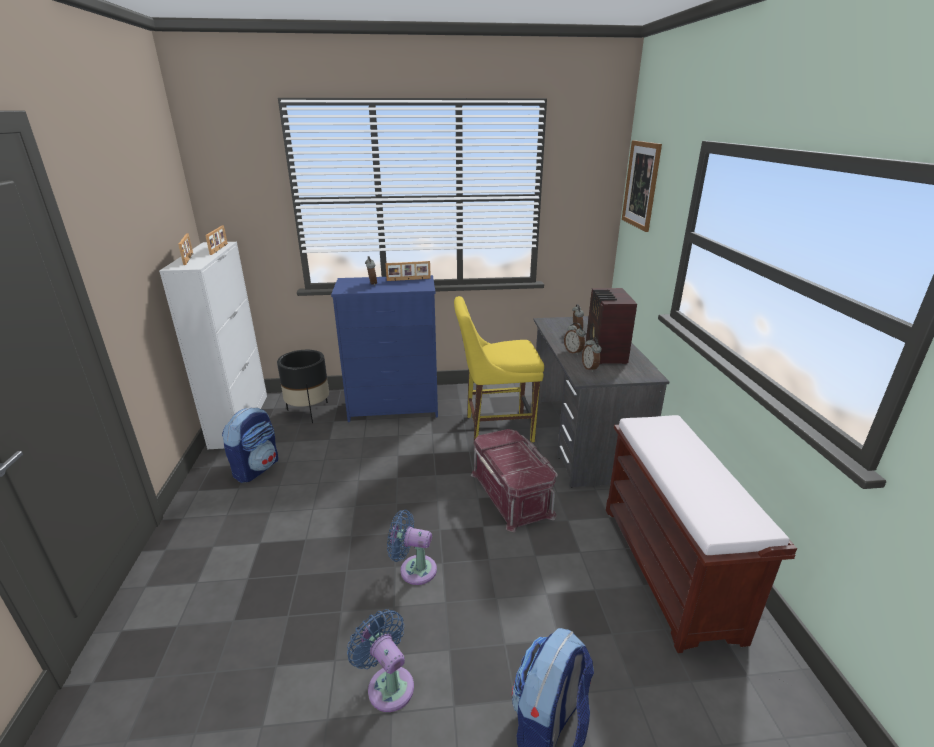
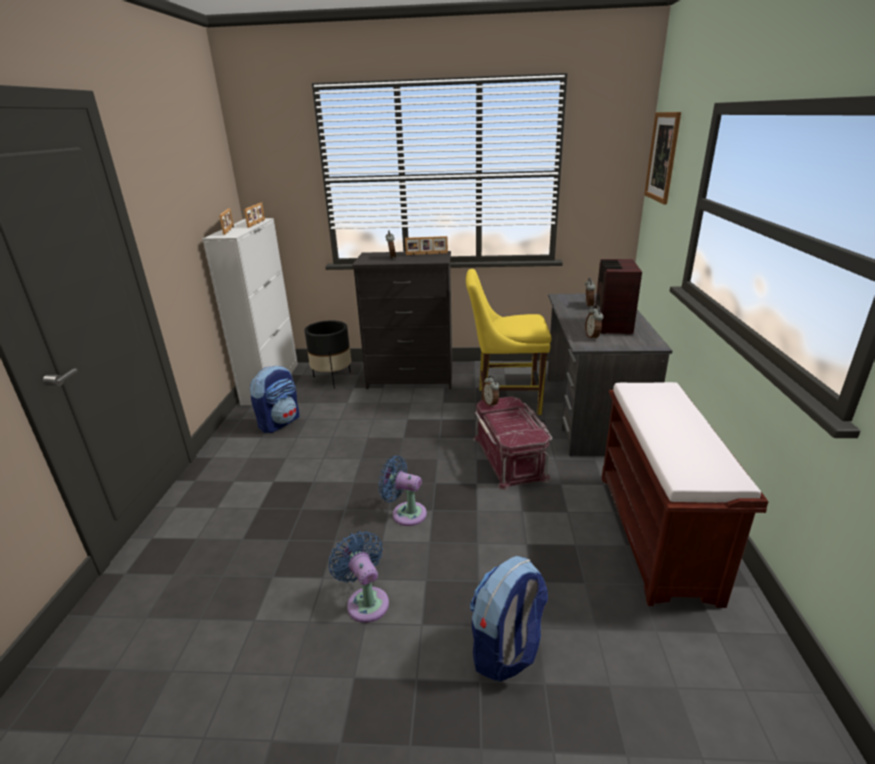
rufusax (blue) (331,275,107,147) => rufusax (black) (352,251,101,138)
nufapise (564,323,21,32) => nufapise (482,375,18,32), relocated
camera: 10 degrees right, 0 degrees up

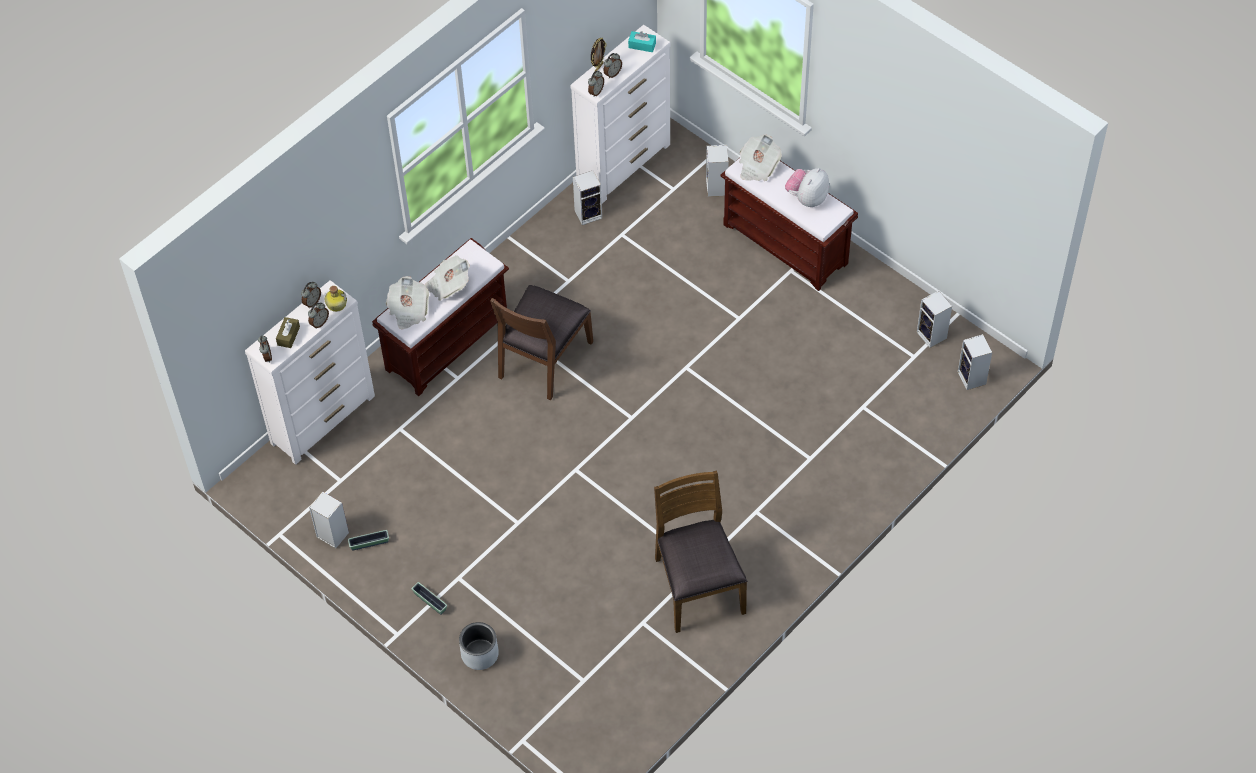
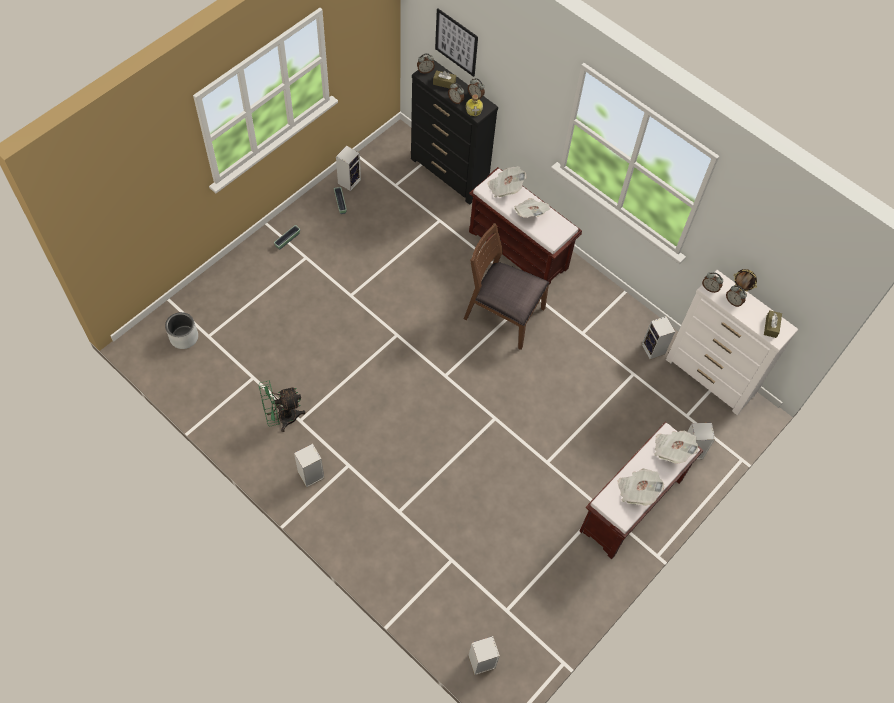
rufusax (white) (245,280,130,185) => rufusax (black) (411,60,87,145)
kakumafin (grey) (459,622,40,48) => kakumafin (grey) (165,312,33,37), relocated
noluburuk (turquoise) (628,31,28,21) => noluburuk (brown) (764,310,18,28)
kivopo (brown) (654,470,93,163) => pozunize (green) (259,380,47,52)
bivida (785,168,44,39) => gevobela (618,468,46,38)
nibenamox (917,291,35,57) => nibenamox (294,443,30,45), relocated
nothing => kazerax (435,8,43,69)
camera: 85 degrees right, 5 degrees up

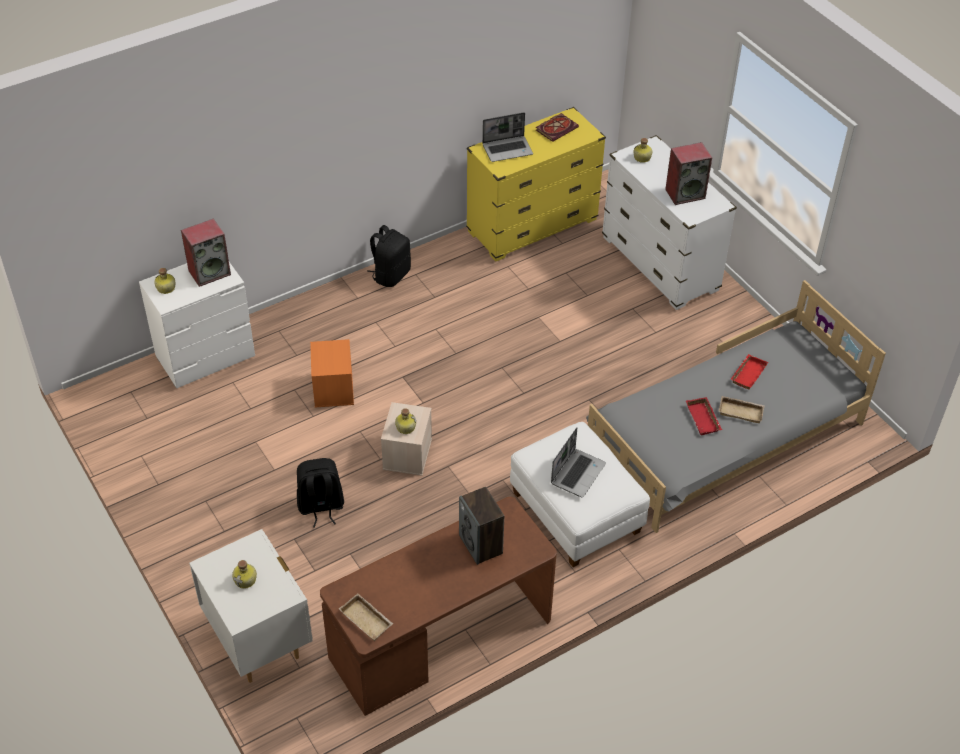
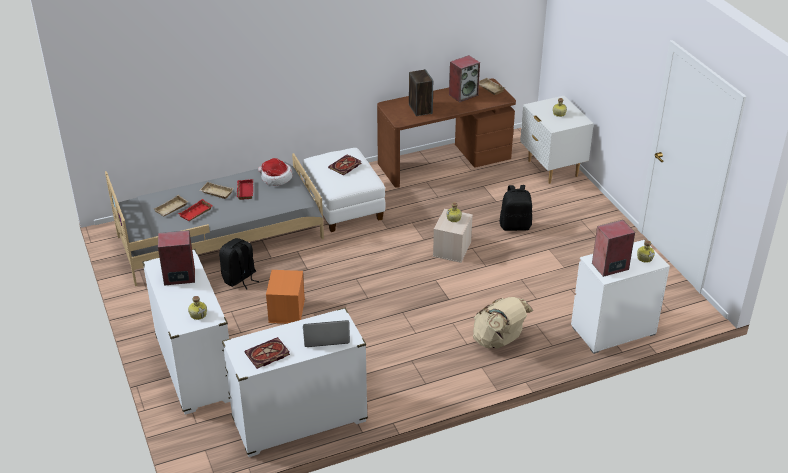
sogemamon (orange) (310,339,44,69) => sogemamon (orange) (266,270,39,54), relocated
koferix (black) (367,225,44,62) => koferix (black) (219,238,40,52), relocated
rufusax (yellow) (466,107,140,155) => rufusax (white) (222,308,146,149)
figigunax (551,428,55,69) => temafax (328,154,34,21)
nothing => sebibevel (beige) (154,195,34,21)
nothing => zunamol (258,158,35,28)
nothing => nibenamox (449,55,31,47)
nothing => koferix (beige) (473,297,60,52)
camera: 170 degrees left, 10 degrees down

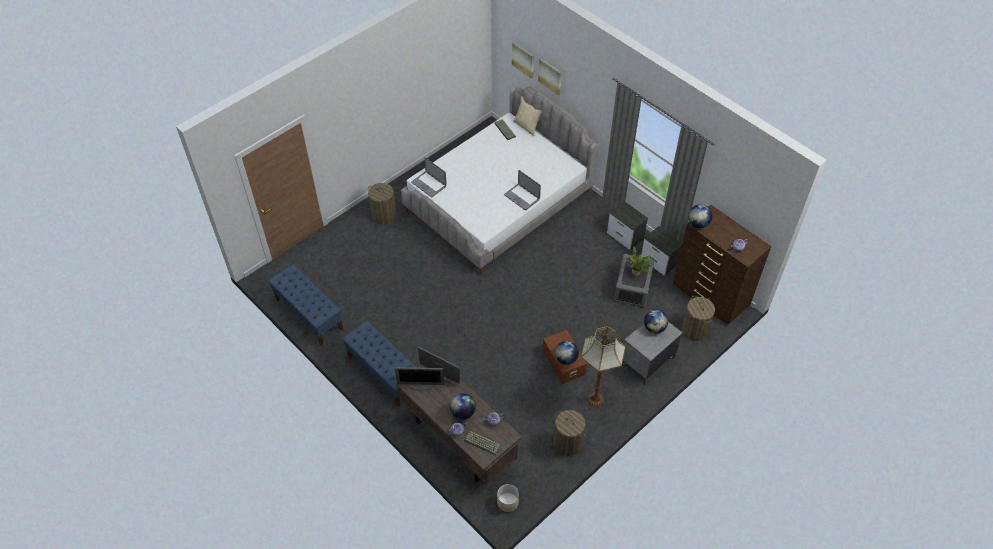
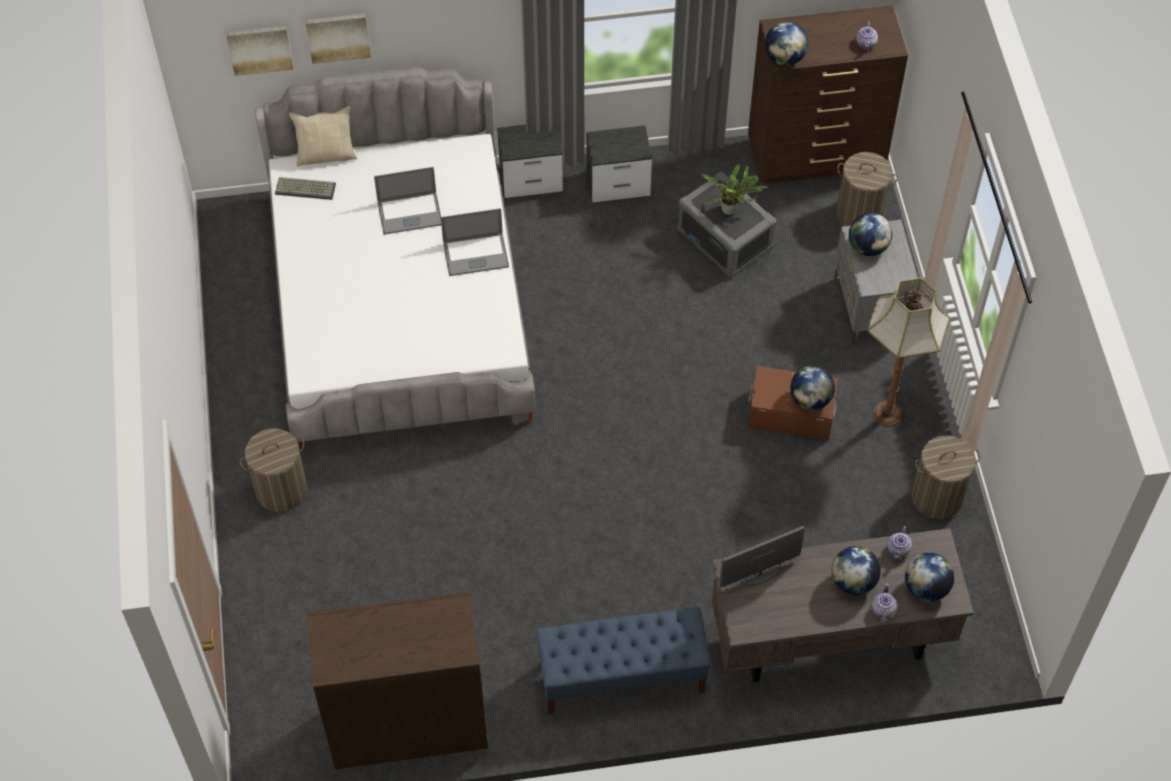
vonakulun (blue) (269,265,75,81) => rufusax (brown) (307,591,181,179)
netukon (395,367,49,23) => nothing
figigunax (411,157,36,41) => figigunax (374,167,67,68), relocated
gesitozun (464,430,37,25) => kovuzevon (905,553,49,49)
kakumafin (beige) (497,484,22,28) => nothing
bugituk (641,226,41,50) => bugituk (497,125,66,73), relocated
camera: 55 degrees left, 5 degrees up

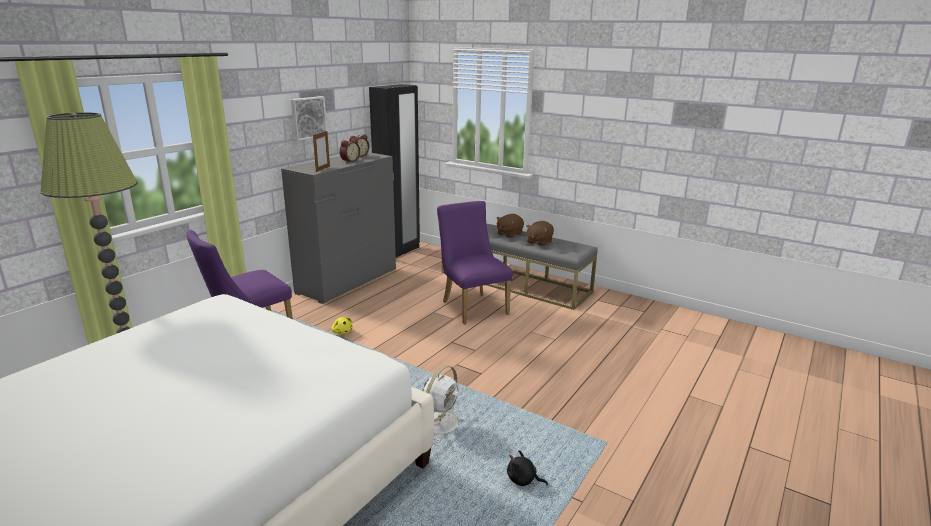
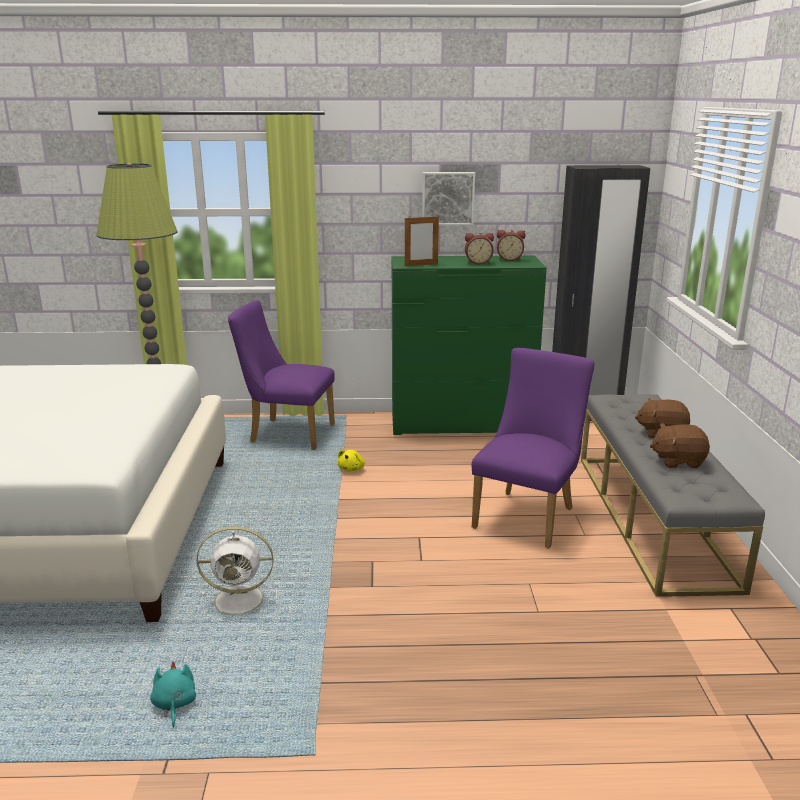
rufusax (grey) (281,152,115,152) => rufusax (green) (392,256,155,179)
bivida (black) (507,450,41,37) => bivida (turquoise) (150,661,46,66)
camera: 55 degrees right, 0 degrees up

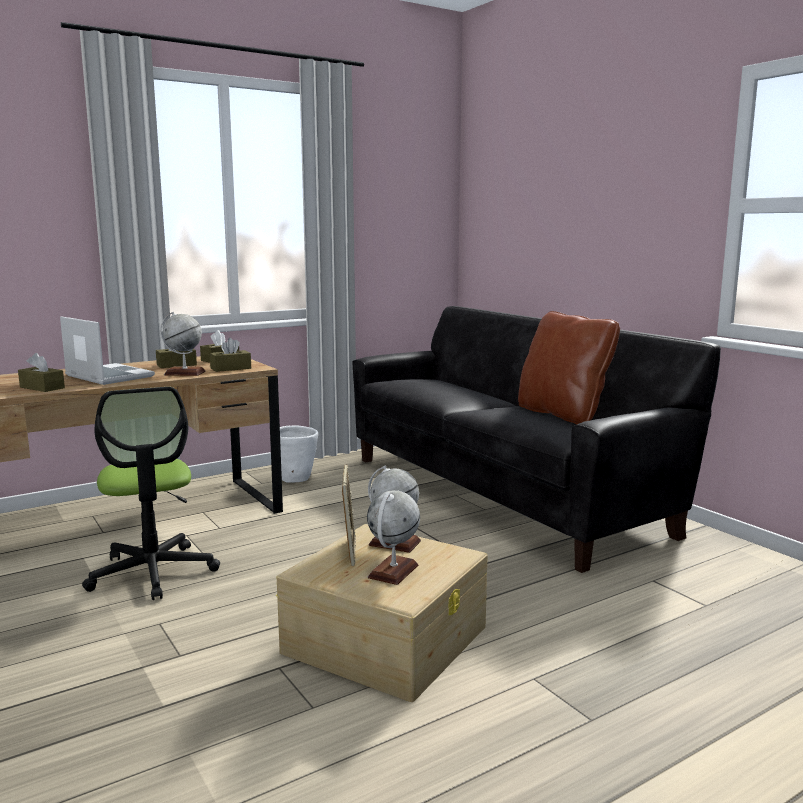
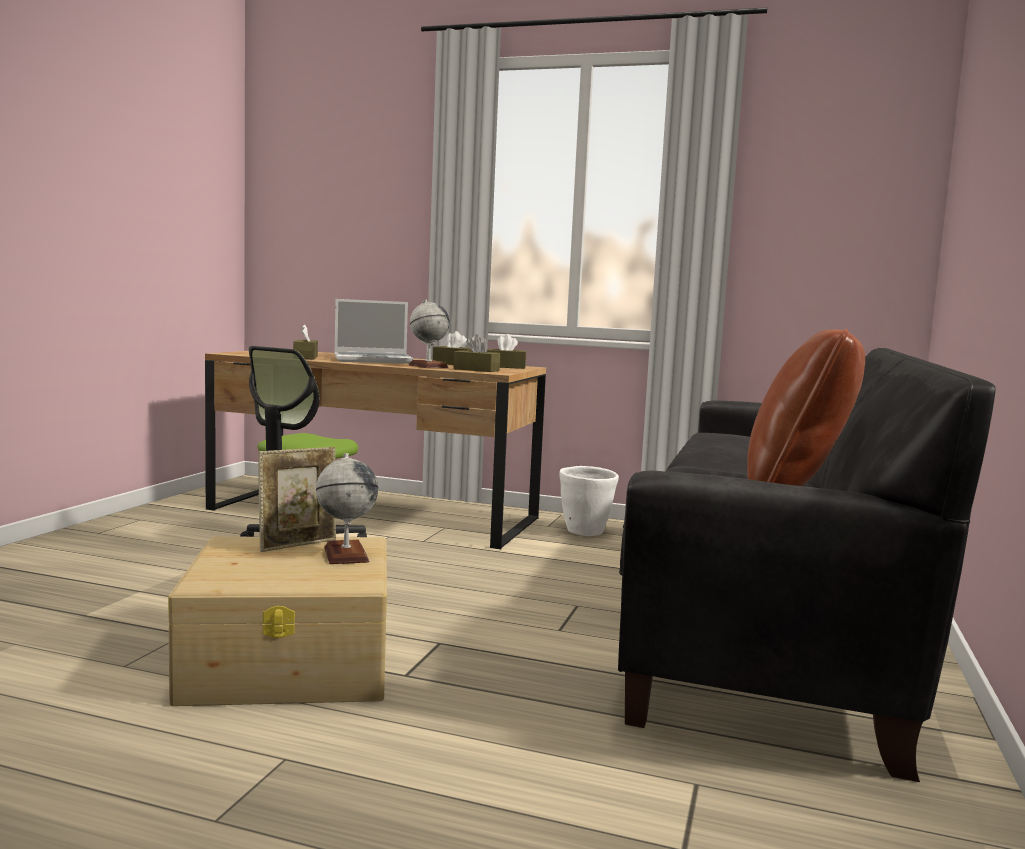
figigunax (60,316,95,69) => figigunax (334,299,80,65), 75 degrees clockwise
kovuzevon (367,490,53,95) => nothing
camera: 50 degrees right, 5 degrees down

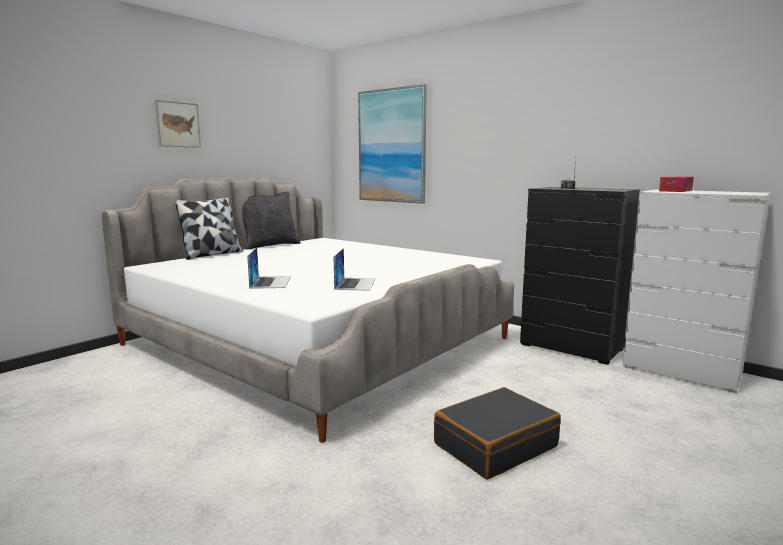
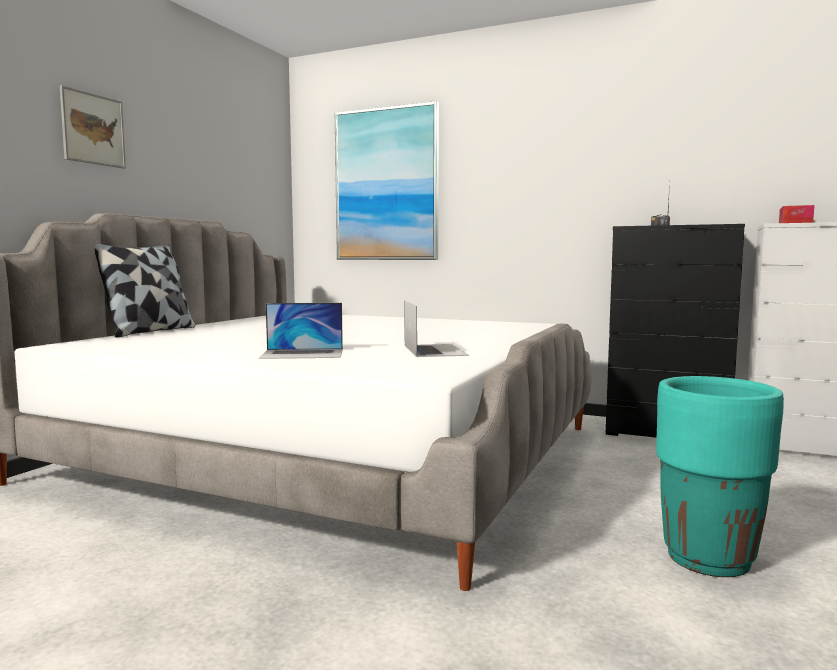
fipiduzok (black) (242,192,59,58) => nothing
figigunax (247,248,44,41) => figigunax (259,303,84,56), 105 degrees clockwise
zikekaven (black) (434,387,127,92) => kakumafin (turquoise) (656,376,128,201)
camera: 15 degrees left, 5 degrees down

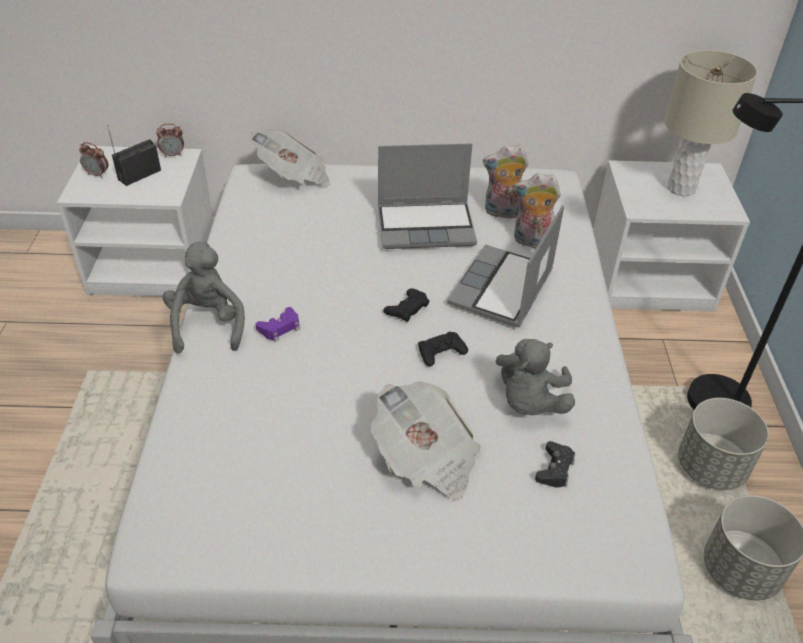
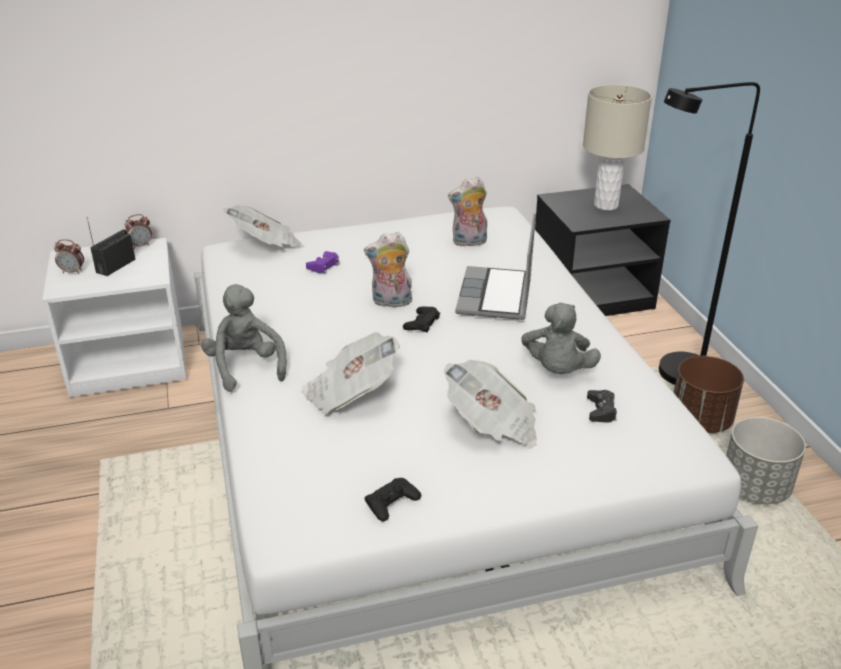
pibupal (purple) (256,307,44,35) => pibupal (purple) (306,251,33,23), relocated
figigunax (378,144,99,105) => nothing
pibupal (black) (418,332,50,34) => pibupal (black) (364,478,57,43), relocated
bivida (513,173,48,75) => bivida (364,232,48,75), relocated
bugituk (white) (593,160,157,152) => bugituk (black) (535,184,136,132)
kakumafin (grey) (678,398,91,92) => kakumafin (brown) (674,356,70,77)
nothing => gevobela (301,332,99,83)
camera: 15 degrees left, 10 degrees down

